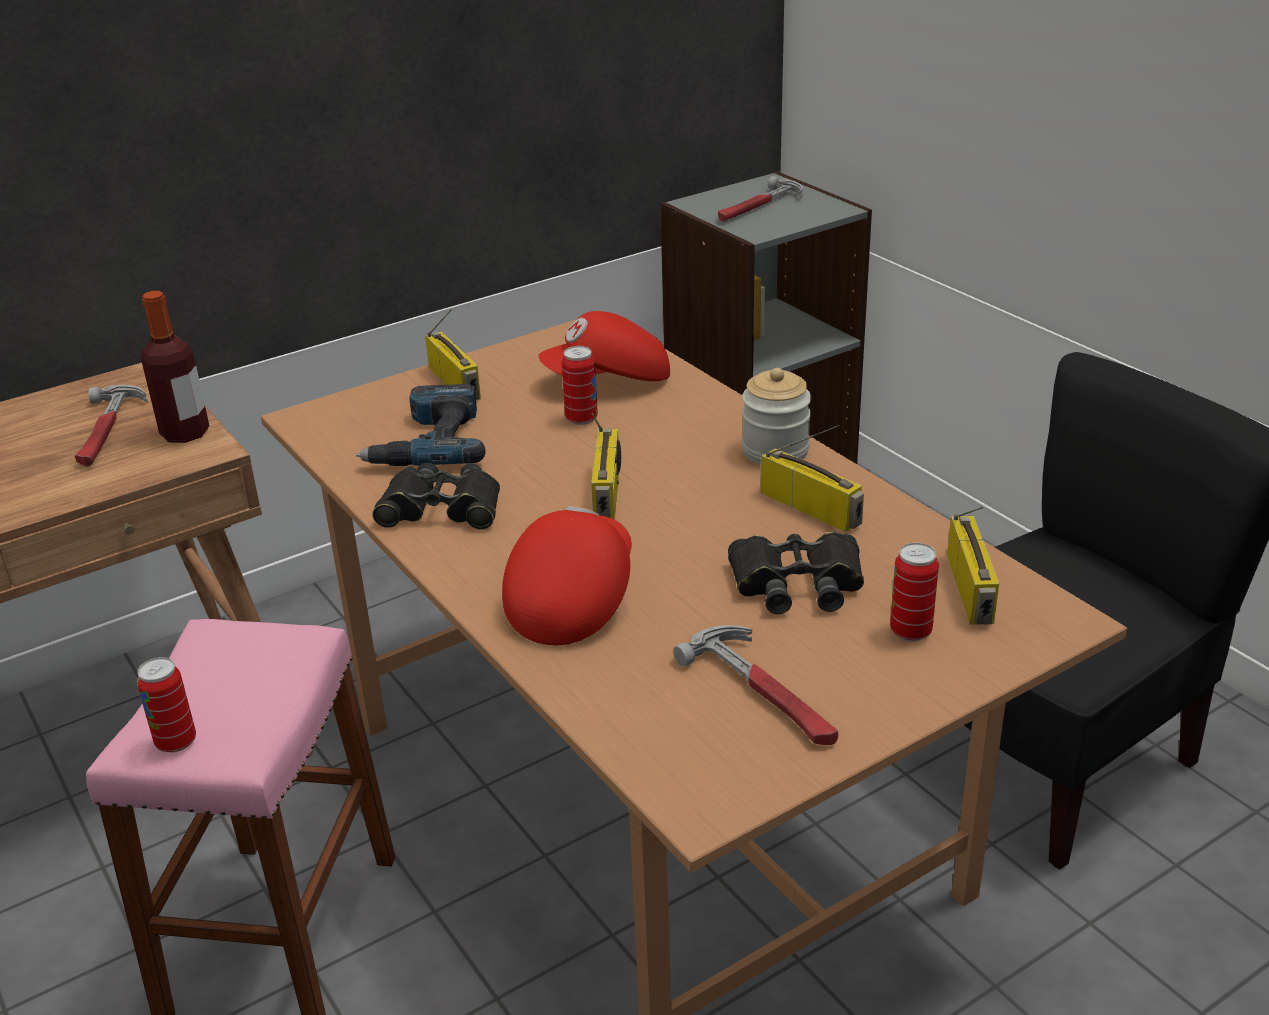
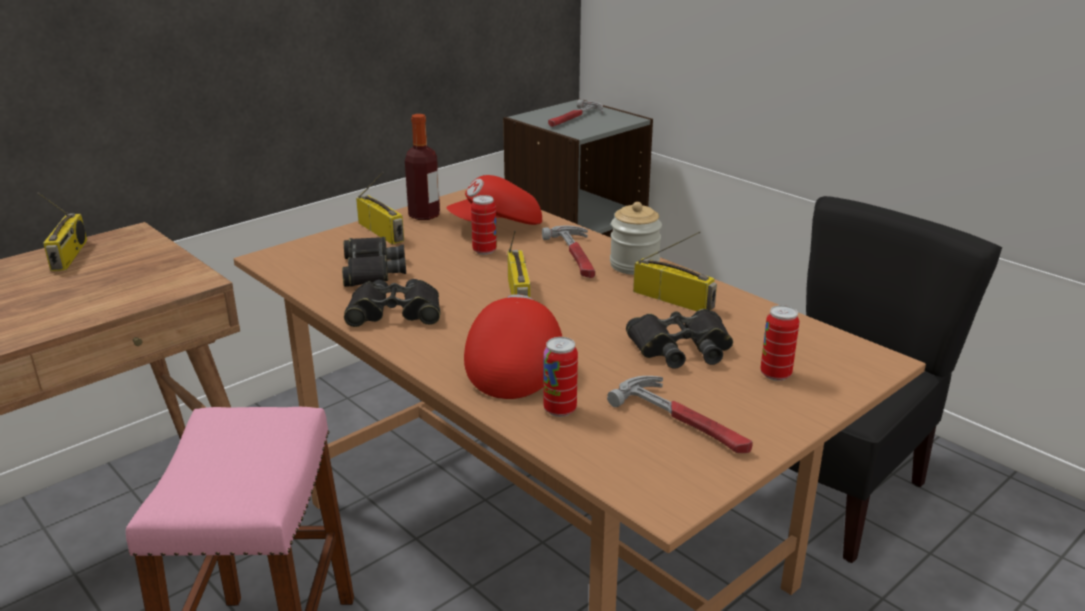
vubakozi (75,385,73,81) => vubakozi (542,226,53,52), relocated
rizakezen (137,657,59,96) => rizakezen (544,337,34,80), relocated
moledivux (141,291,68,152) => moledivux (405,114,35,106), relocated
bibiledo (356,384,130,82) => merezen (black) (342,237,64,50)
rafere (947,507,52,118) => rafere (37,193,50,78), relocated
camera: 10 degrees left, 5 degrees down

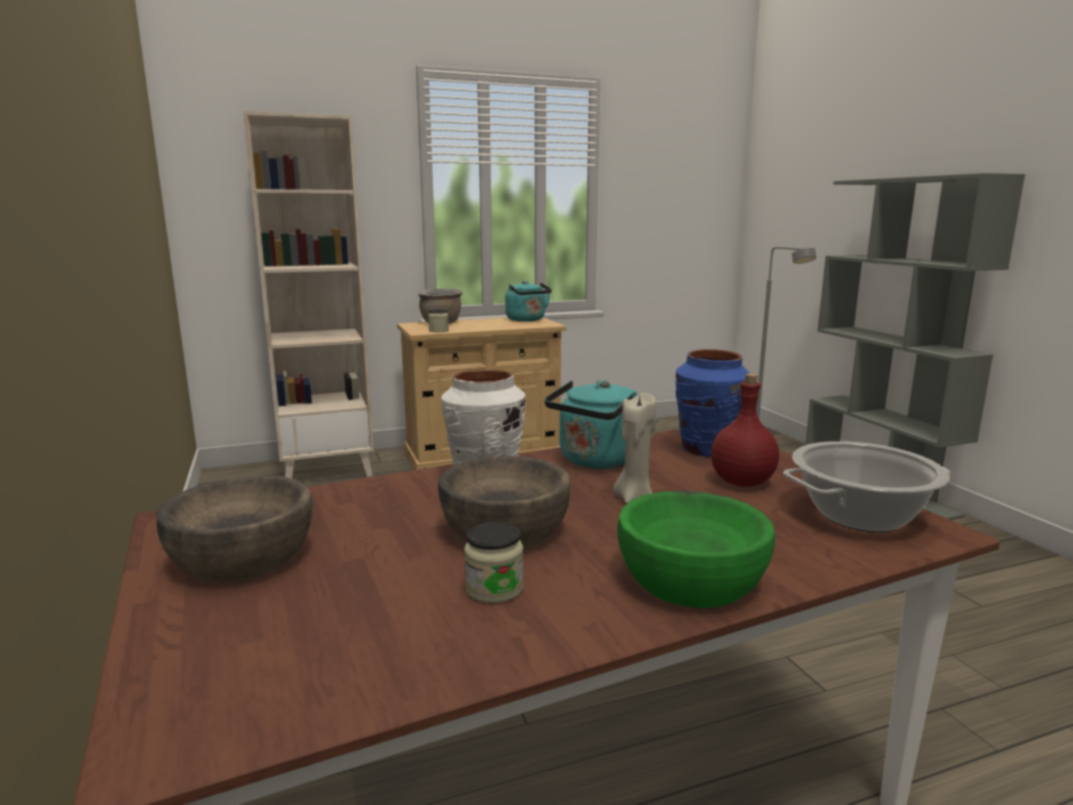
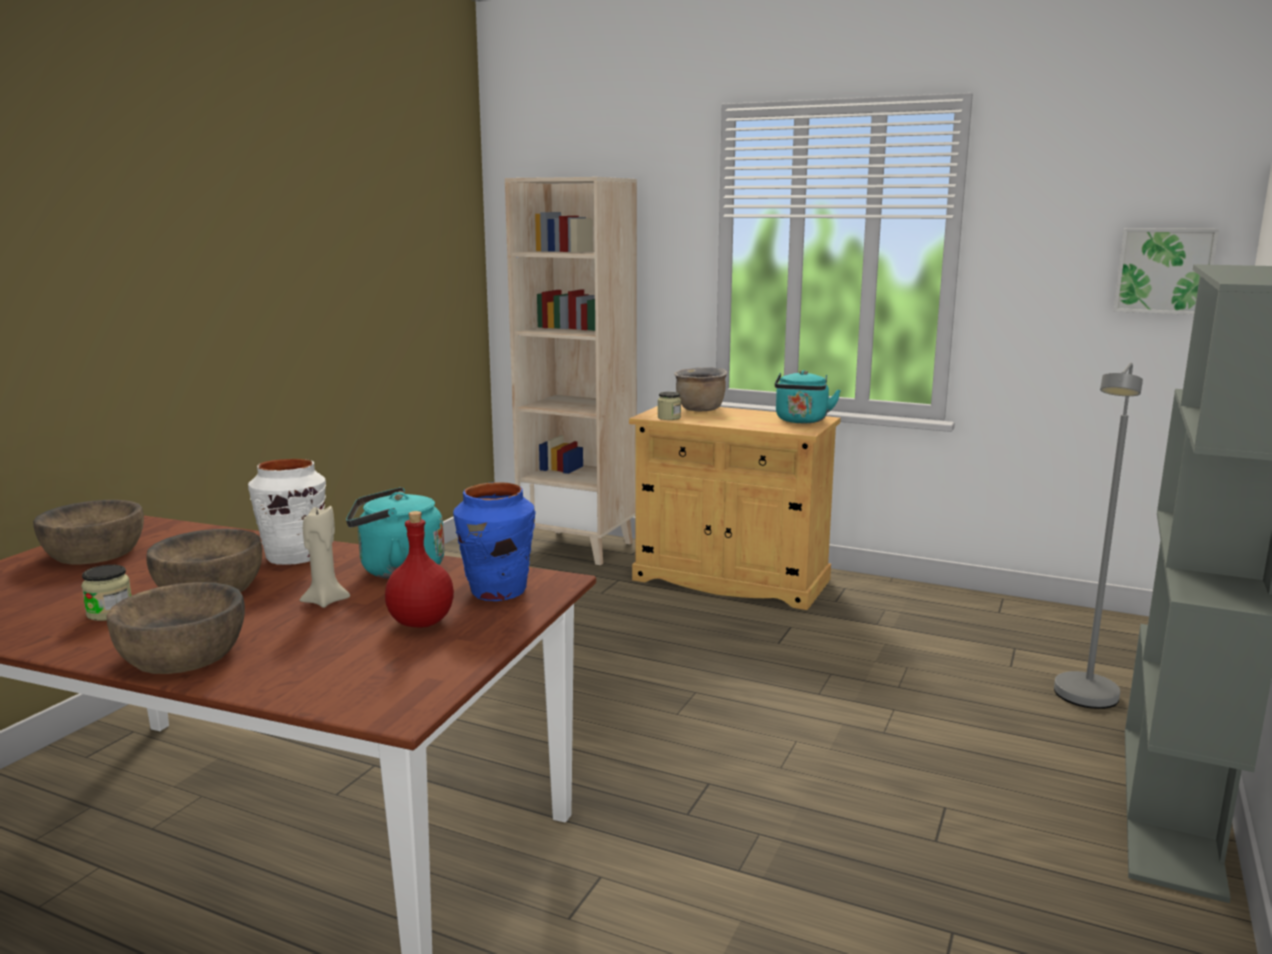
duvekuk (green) (617,491,158,117) => duvekuk (brown) (107,582,138,92)
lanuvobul (783,441,167,91) => nothing
nothing => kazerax (1114,228,105,87)
camera: 45 degrees right, 0 degrees up

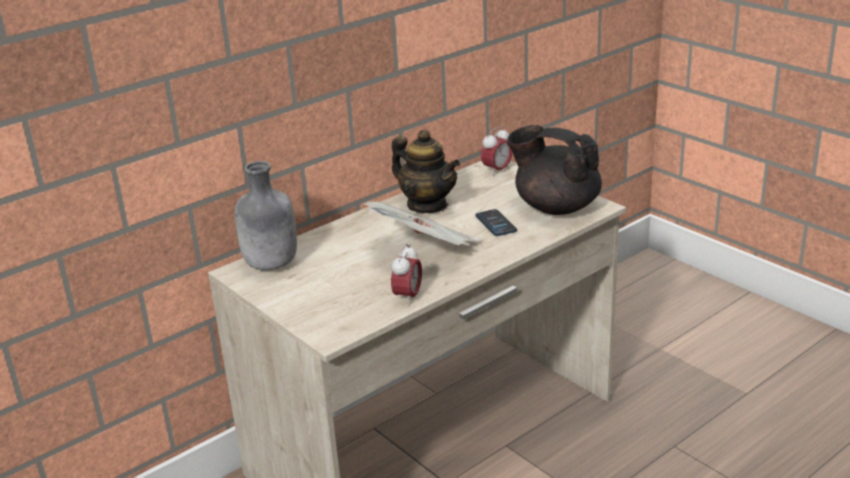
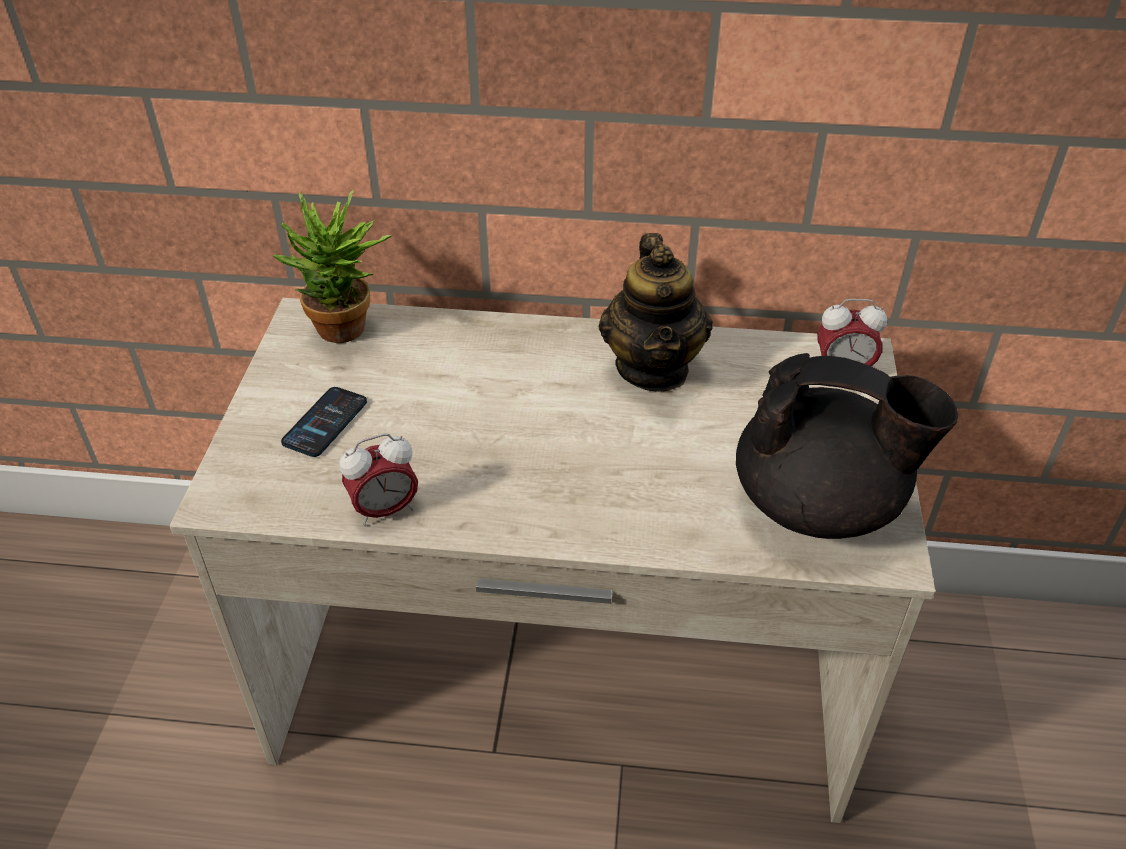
moledivux (grey) (235,161,62,109) => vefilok (272,190,120,153)
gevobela (364,201,118,44) => nothing
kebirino (475,209,42,27) => kebirino (281,387,86,70), relocated
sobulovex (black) (507,125,95,90) => sobulovex (black) (736,353,222,186), 120 degrees clockwise
camera: 45 degrees right, 15 degrees up

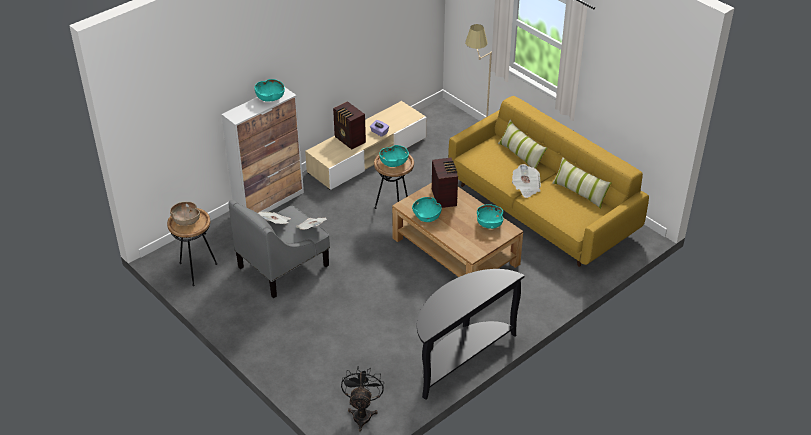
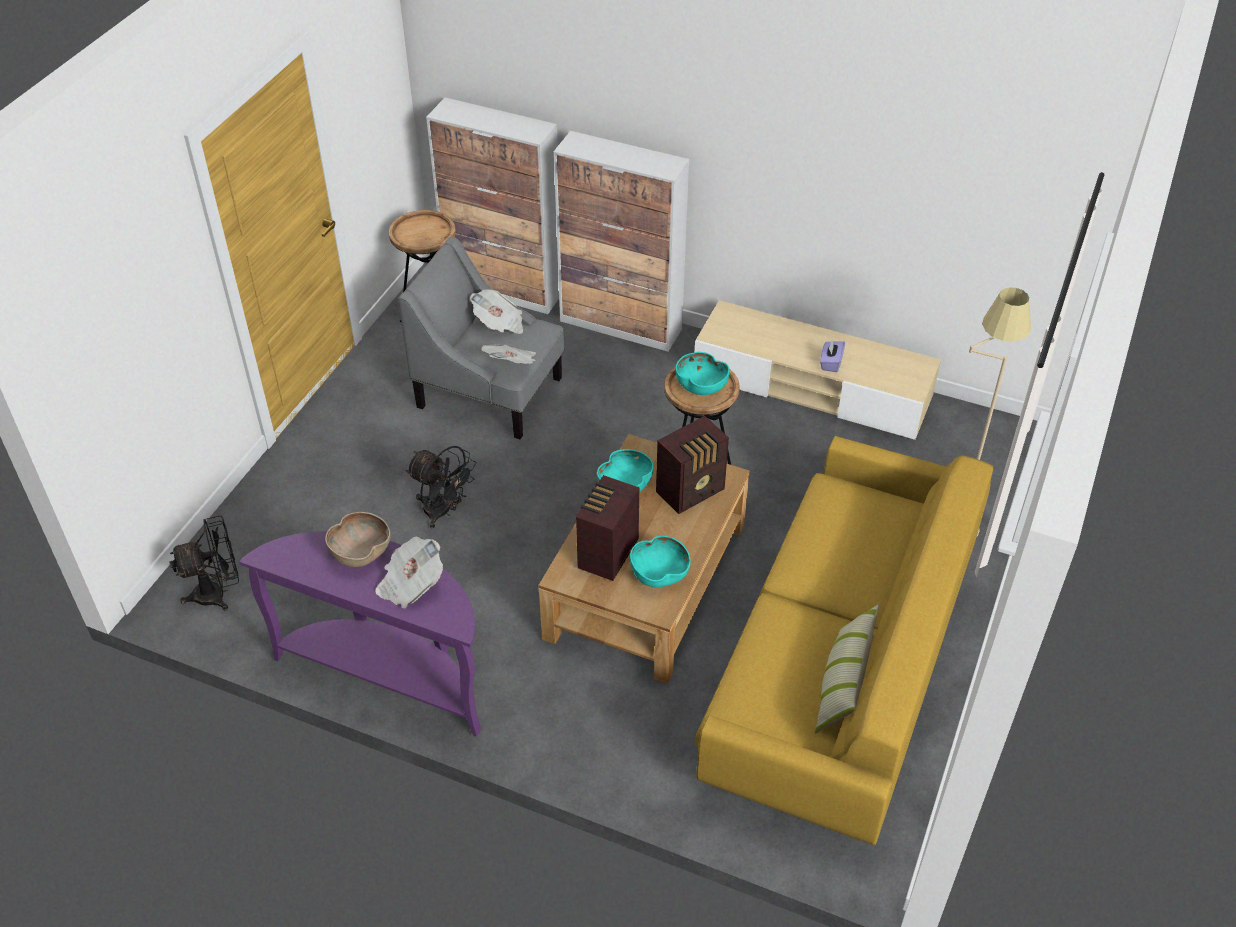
duvekuk (brown) (170,202,30,24) => duvekuk (brown) (325,512,66,55), relocated
duvekuk (turquoise) (254,79,31,23) => nothing
rafere (333,101,33,49) => rafere (576,475,63,106), relocated
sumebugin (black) (417,269,108,131) => sumebugin (purple) (239,531,242,205)
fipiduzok (498,120,49,49) => nothing
gevobela (512,164,29,34) => gevobela (375,536,68,73), relocated
nothing => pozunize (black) (406,446,70,82)
nothing => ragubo (426,98,133,216)
camera: 65 degrees right, 5 degrees up

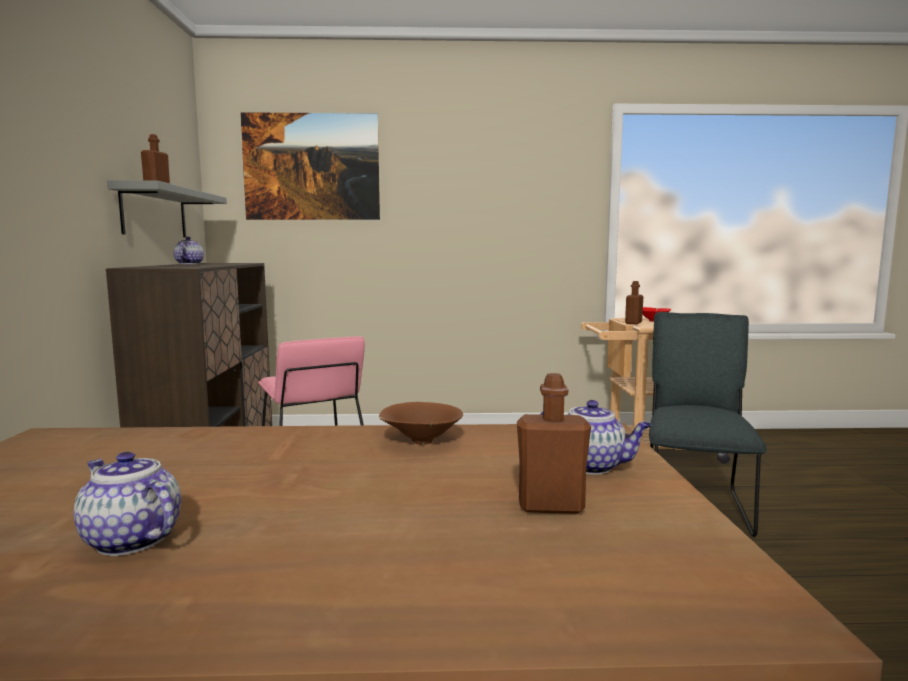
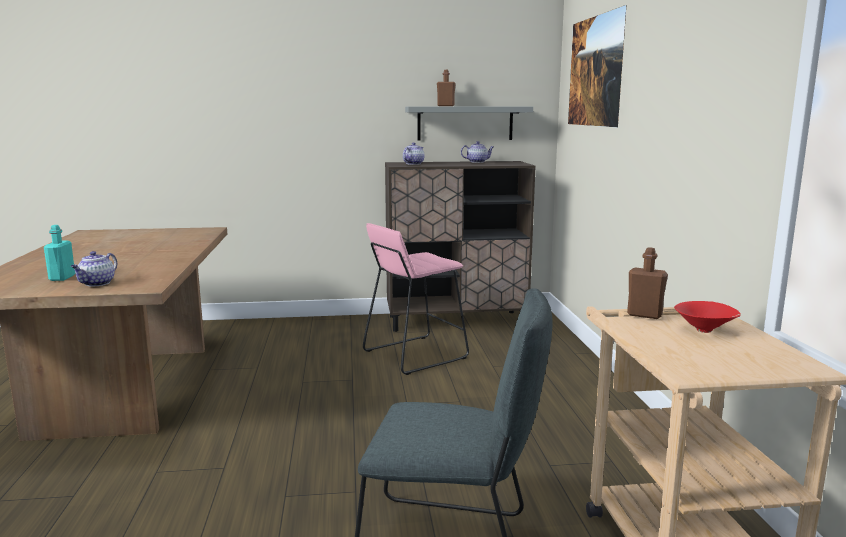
sobulovex (74,452,107,104) => sobulovex (403,142,21,23), relocated
duvekuk (brown) (379,402,84,43) => nothing
moledivux (brown) (517,373,74,141) => moledivux (turquoise) (44,225,31,56)
camera: 85 degrees right, 5 degrees up

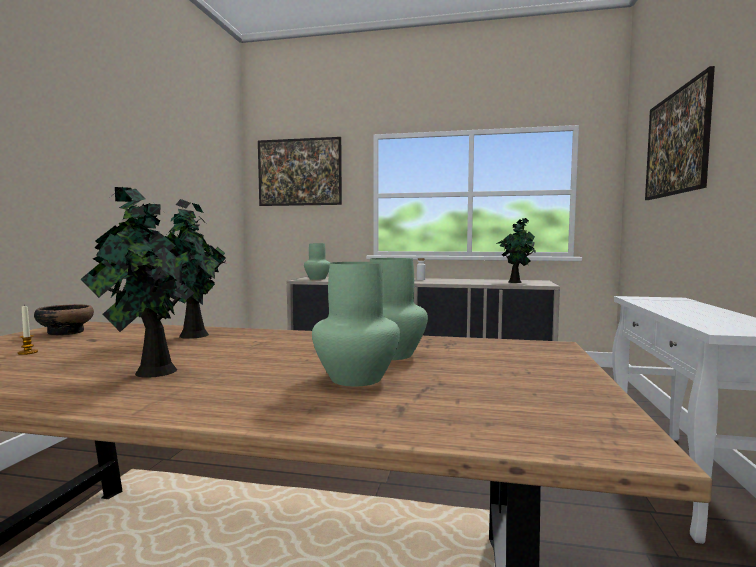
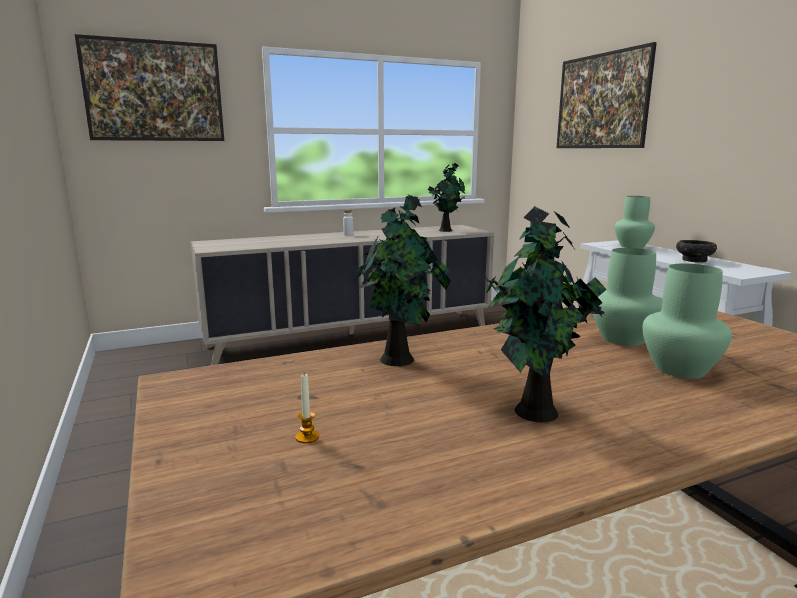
duvekuk (34,304,60,32) => duvekuk (676,240,41,23), relocated
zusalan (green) (304,243,26,37) => zusalan (green) (614,196,41,52), relocated
camera: 35 degrees left, 10 degrees up

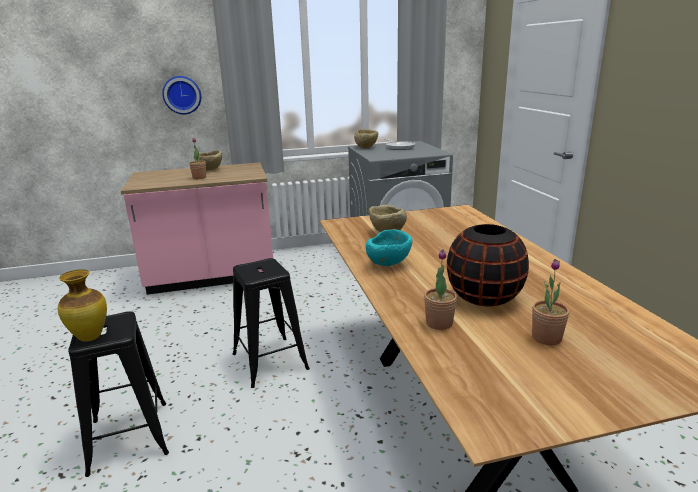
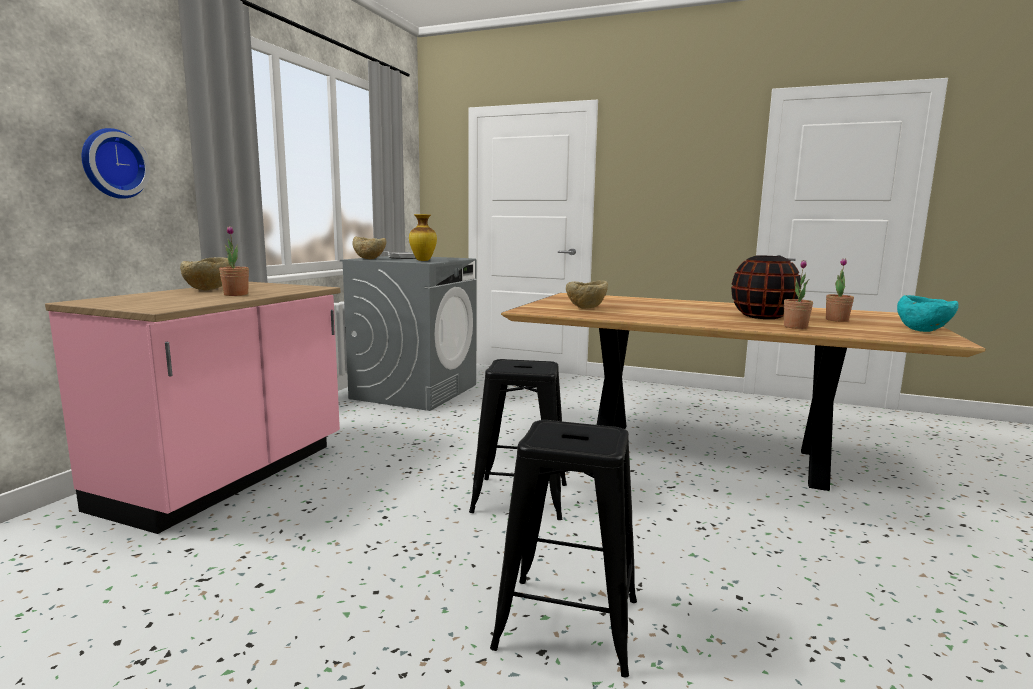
zusalan (58,269,49,73) => zusalan (409,214,28,47), relocated
duvekuk (turquoise) (366,229,46,37) => duvekuk (turquoise) (897,295,62,37), relocated
camera: 55 degrees left, 10 degrees down

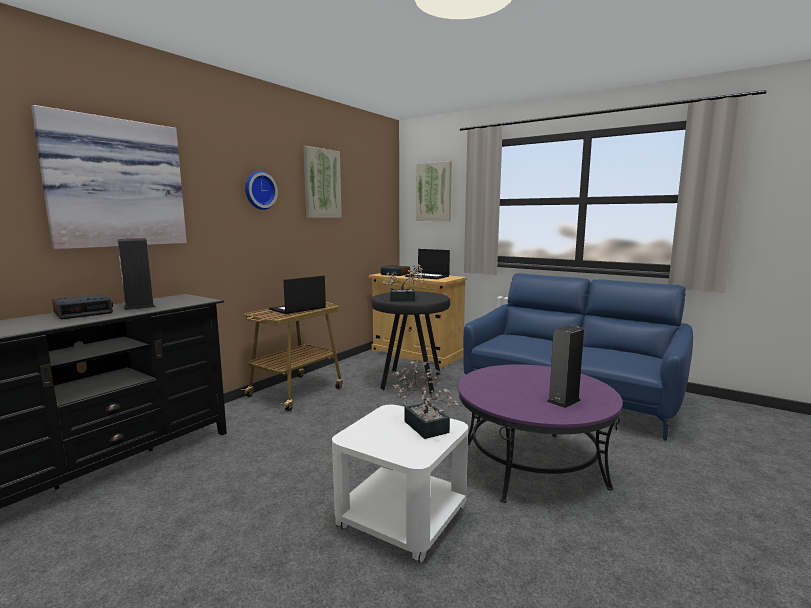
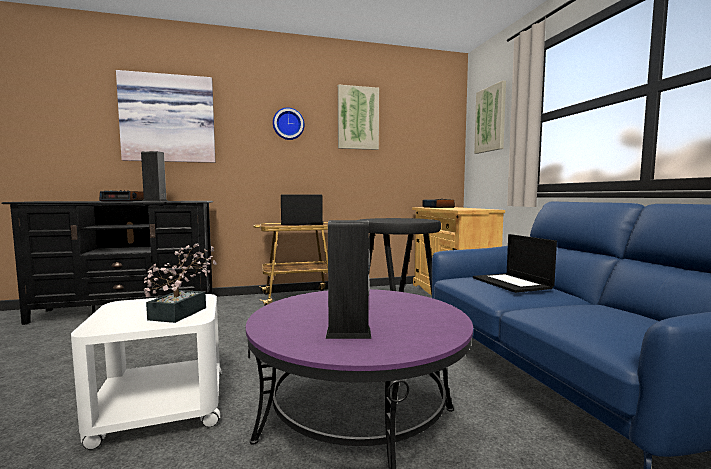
vefilok (383,264,43,37) => nothing
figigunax (405,249,45,30) => figigunax (473,234,84,59), relocated
camera: 40 degrees right, 5 degrees down

